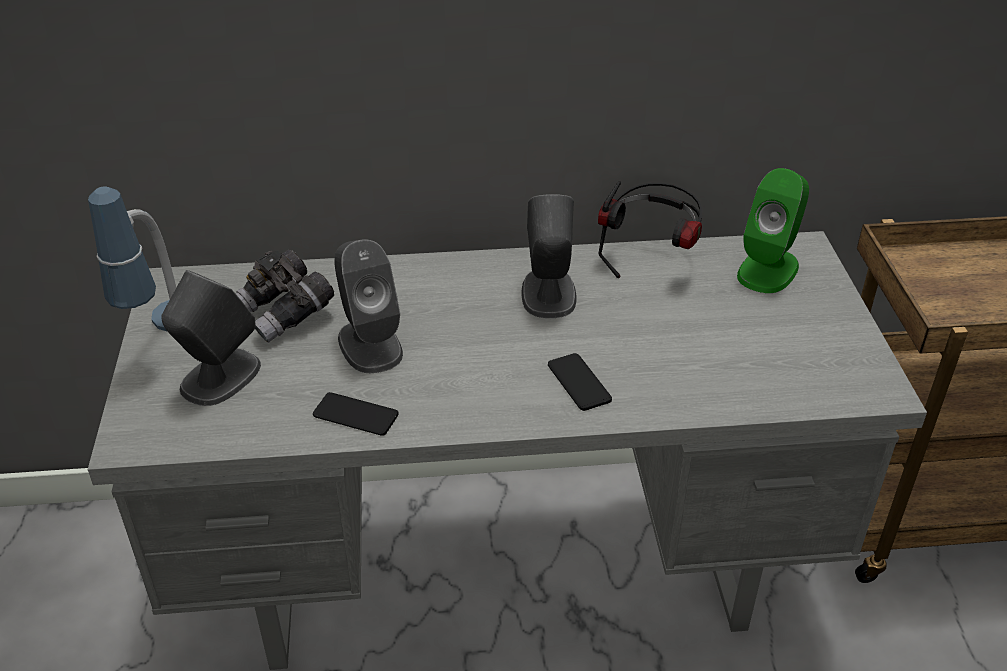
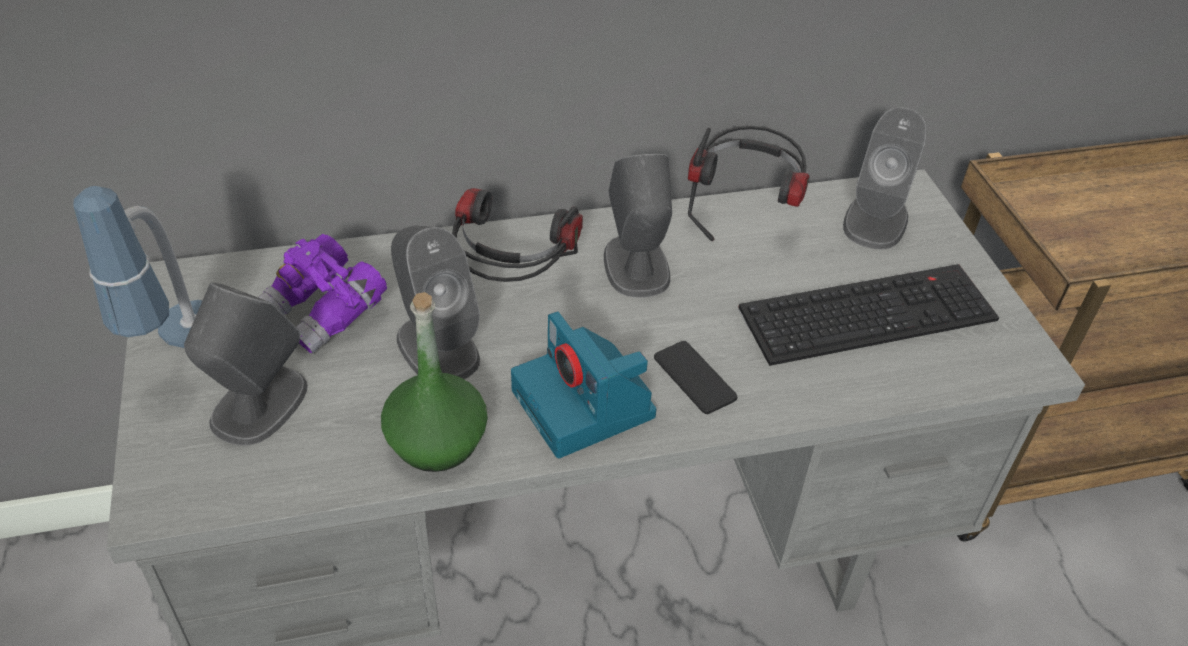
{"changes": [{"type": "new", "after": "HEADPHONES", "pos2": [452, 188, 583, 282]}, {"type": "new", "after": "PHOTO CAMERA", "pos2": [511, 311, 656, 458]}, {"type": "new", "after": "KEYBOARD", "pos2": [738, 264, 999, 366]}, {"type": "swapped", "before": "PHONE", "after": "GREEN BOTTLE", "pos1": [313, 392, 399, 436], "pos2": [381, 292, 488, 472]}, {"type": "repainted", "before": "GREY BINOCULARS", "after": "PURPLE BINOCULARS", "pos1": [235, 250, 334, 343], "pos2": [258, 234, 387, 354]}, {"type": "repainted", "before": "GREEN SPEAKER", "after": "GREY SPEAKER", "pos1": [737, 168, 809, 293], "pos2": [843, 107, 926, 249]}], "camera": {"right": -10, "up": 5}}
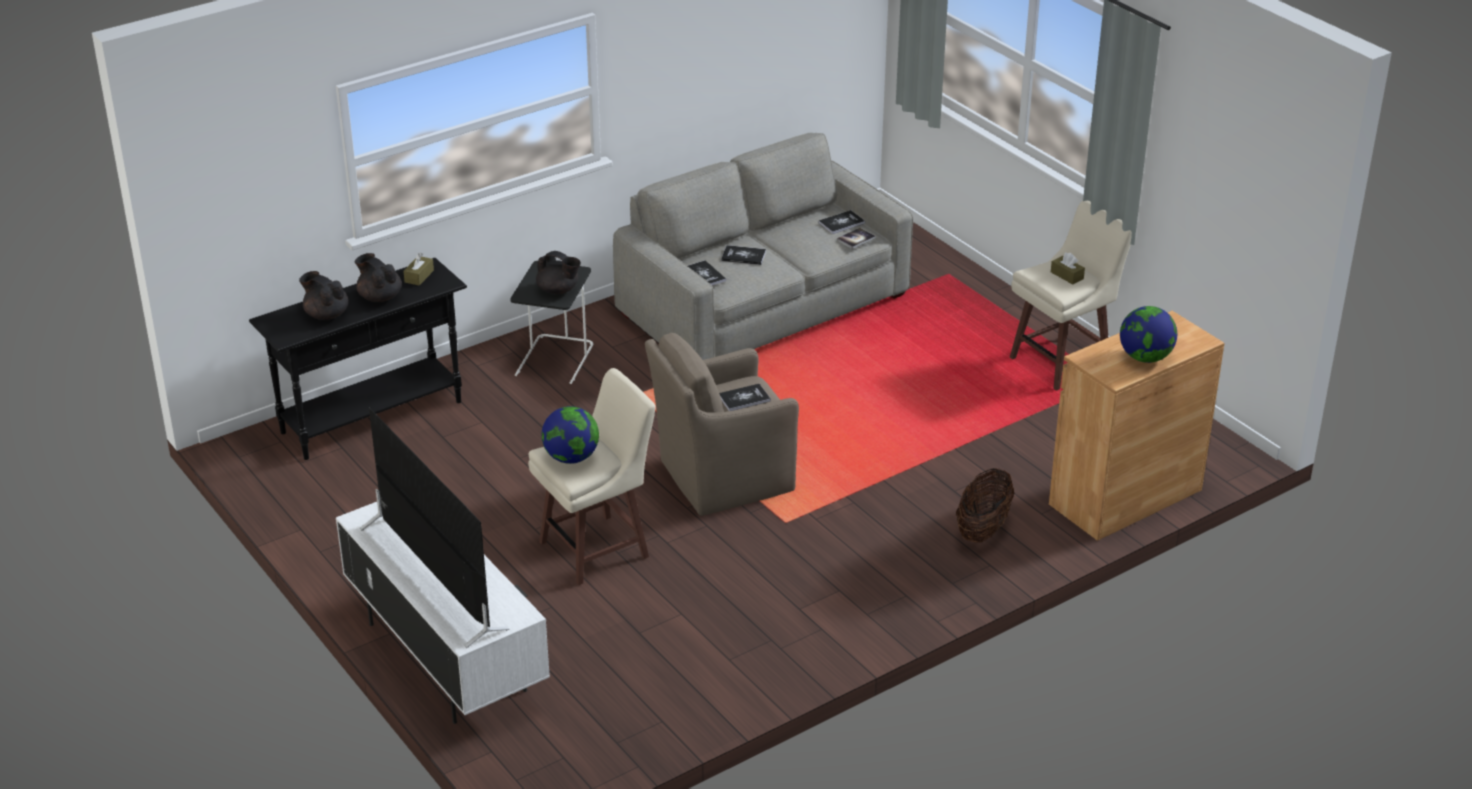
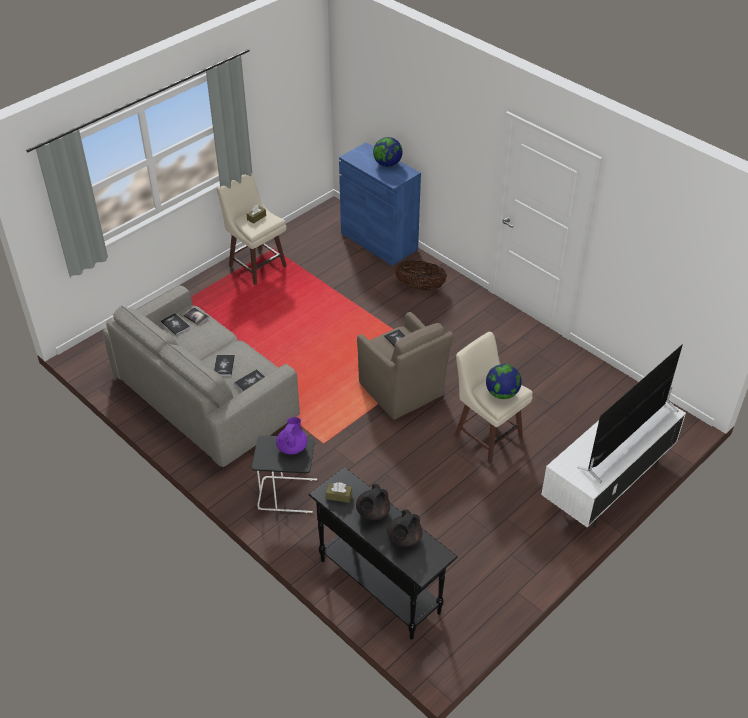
{"changes": [{"type": "repainted", "before": "BLACK TEAPOT", "after": "PURPLE TEAPOT", "pos1": [536, 251, 581, 295], "pos2": [276, 417, 307, 455]}, {"type": "repainted", "before": "BROWN CABINET", "after": "BLUE CABINET", "pos1": [1049, 311, 1225, 541], "pos2": [339, 142, 421, 266]}], "camera": {"right": -100, "up": 10}}
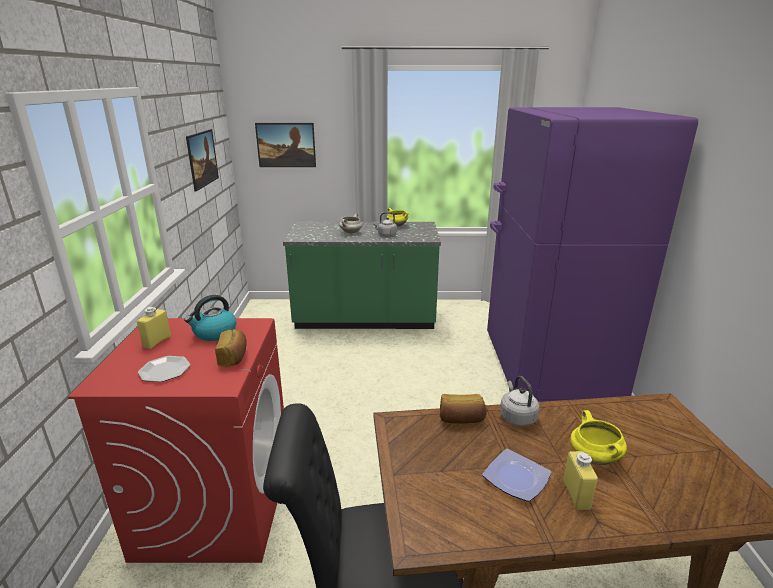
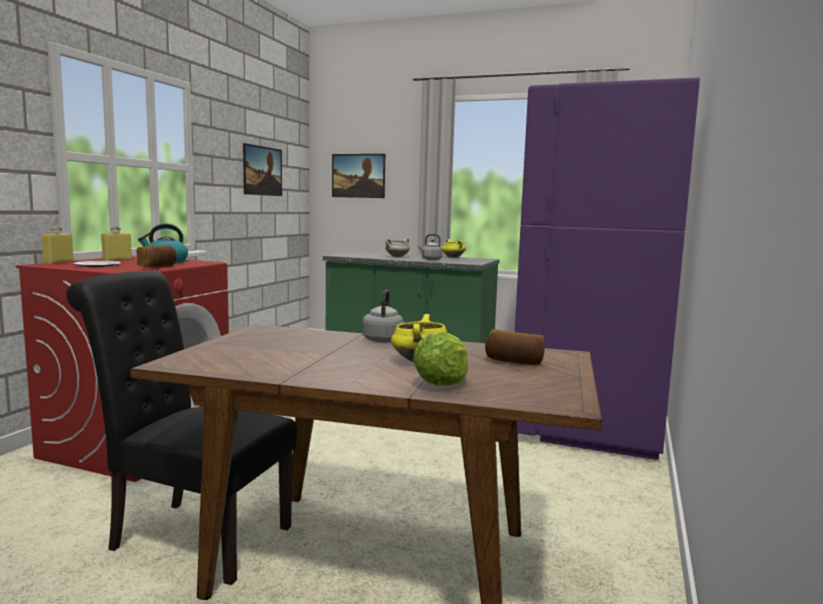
{"changes": [{"type": "gone", "before": "PLATE", "pos1": [482, 449, 552, 502]}, {"type": "new", "after": "LETTUCE", "pos2": [413, 332, 468, 385]}, {"type": "shifted", "before": "BREAD", "pos1": [440, 394, 487, 424], "pos2": [485, 329, 545, 365]}, {"type": "shifted", "before": "YELLOW BOTTLE", "pos1": [563, 451, 598, 510], "pos2": [41, 226, 74, 264]}], "camera": {"right": 20, "up": -15}}
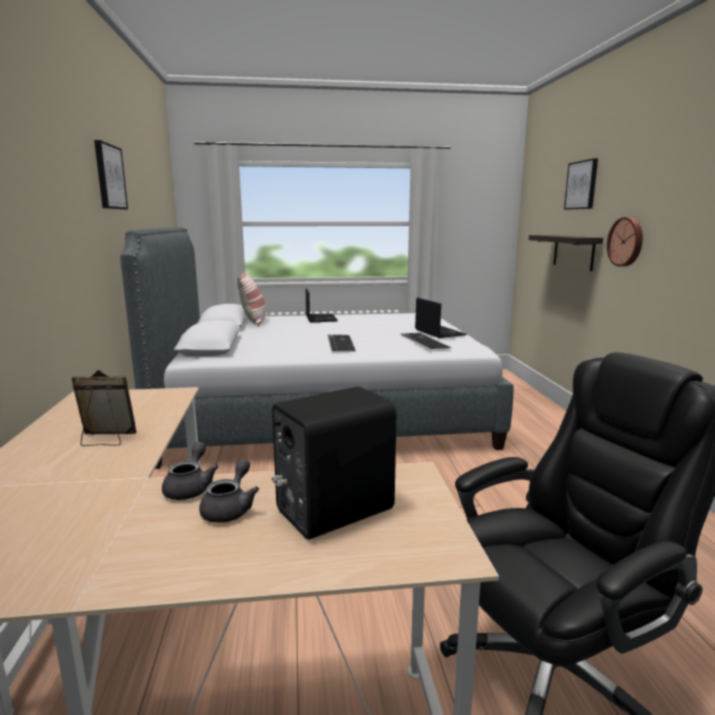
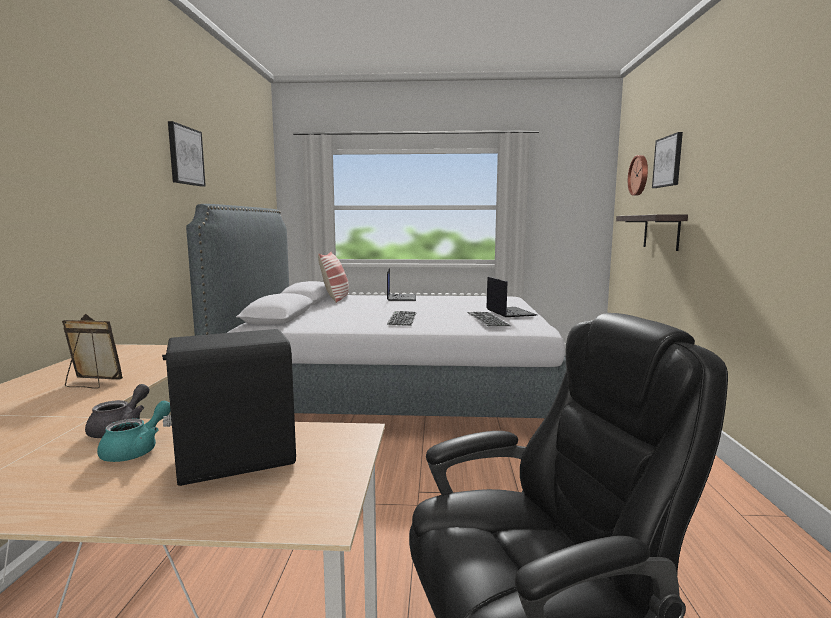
{"changes": [{"type": "shifted", "before": "WALL CLOCK", "pos1": [607, 217, 643, 267], "pos2": [628, 155, 648, 196]}, {"type": "repainted", "before": "GREY TEAPOT", "after": "TURQUOISE TEAPOT", "pos1": [199, 459, 259, 523], "pos2": [97, 401, 171, 462]}], "camera": {"right": 10, "up": -5}}
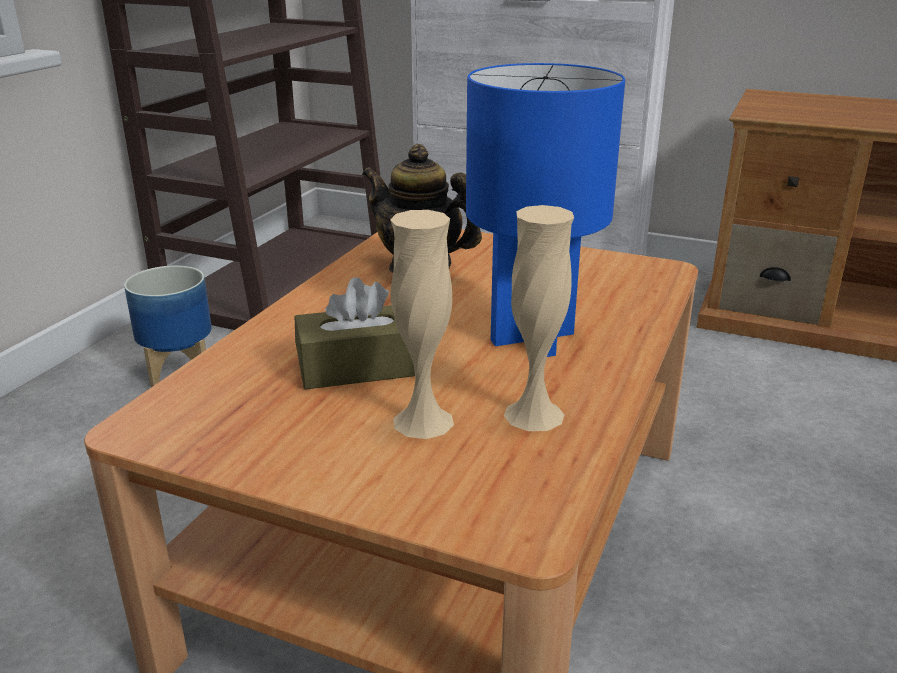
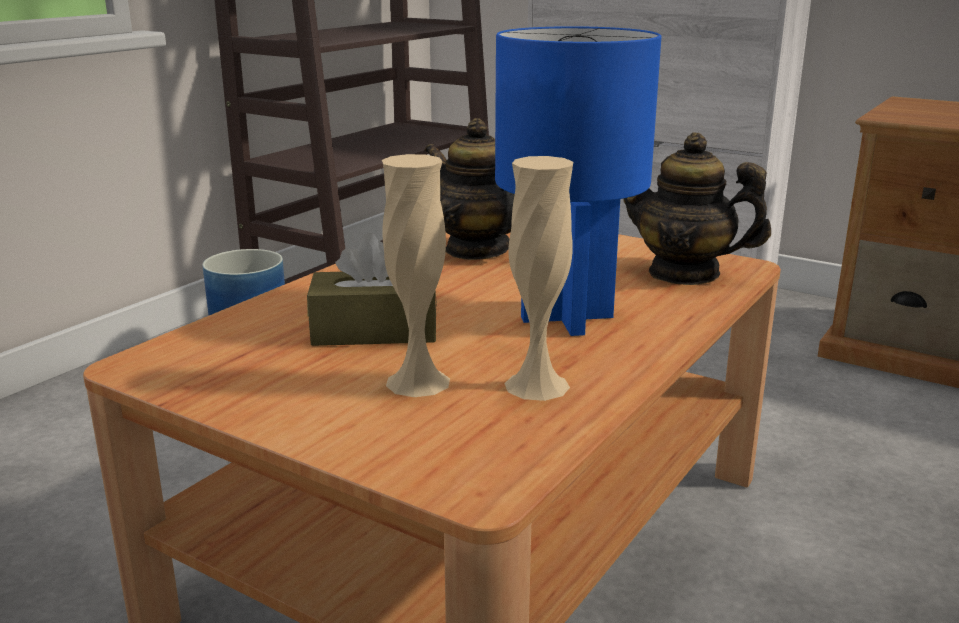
{"changes": [{"type": "new", "after": "TEAPOT", "pos2": [623, 133, 771, 285]}], "camera": {"right": 10, "up": -5}}
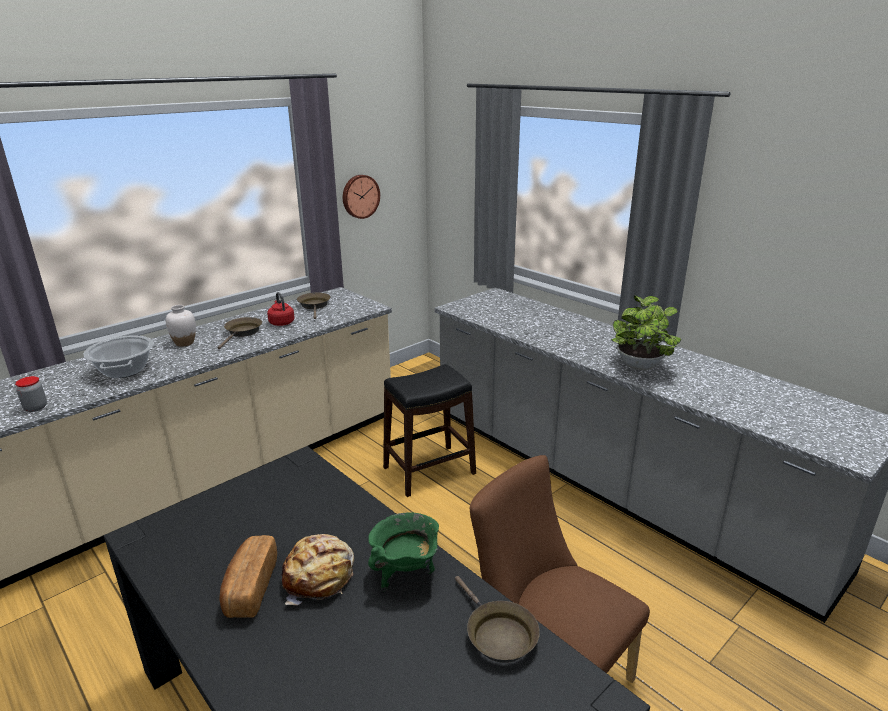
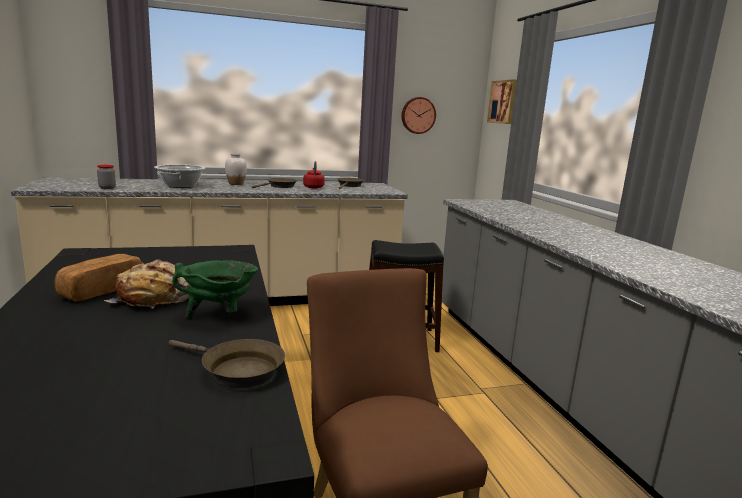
{"changes": [{"type": "gone", "before": "POTTED PLANT", "pos1": [611, 296, 681, 370]}, {"type": "new", "after": "PICTURE", "pos2": [487, 79, 517, 124]}, {"type": "rotated", "before": "BROWN FRYING PAN", "pos1": [455, 576, 540, 663], "pos2": [169, 339, 285, 388], "turn": -60}], "camera": {"right": 25, "up": -10}}
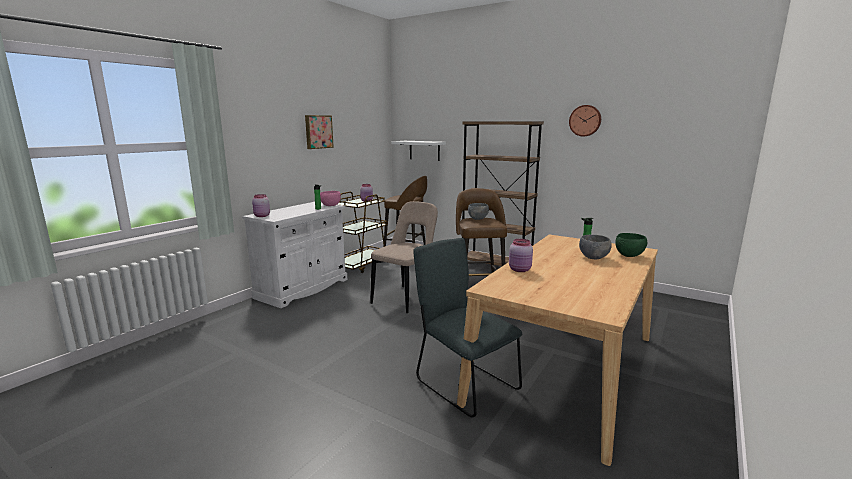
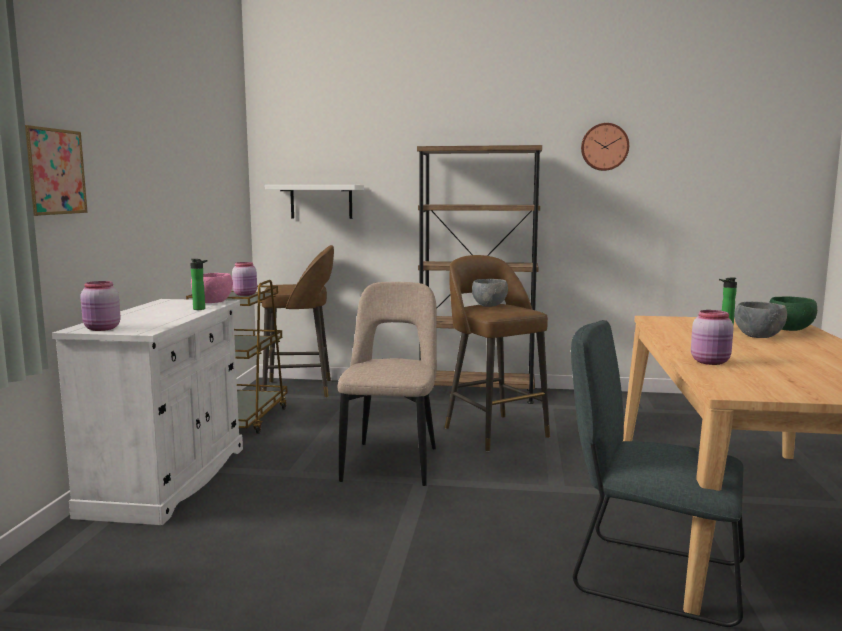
{"changes": [{"type": "shifted", "before": "PICTURE", "pos1": [305, 115, 334, 149], "pos2": [25, 125, 88, 216]}], "camera": {"right": -25, "up": -5}}
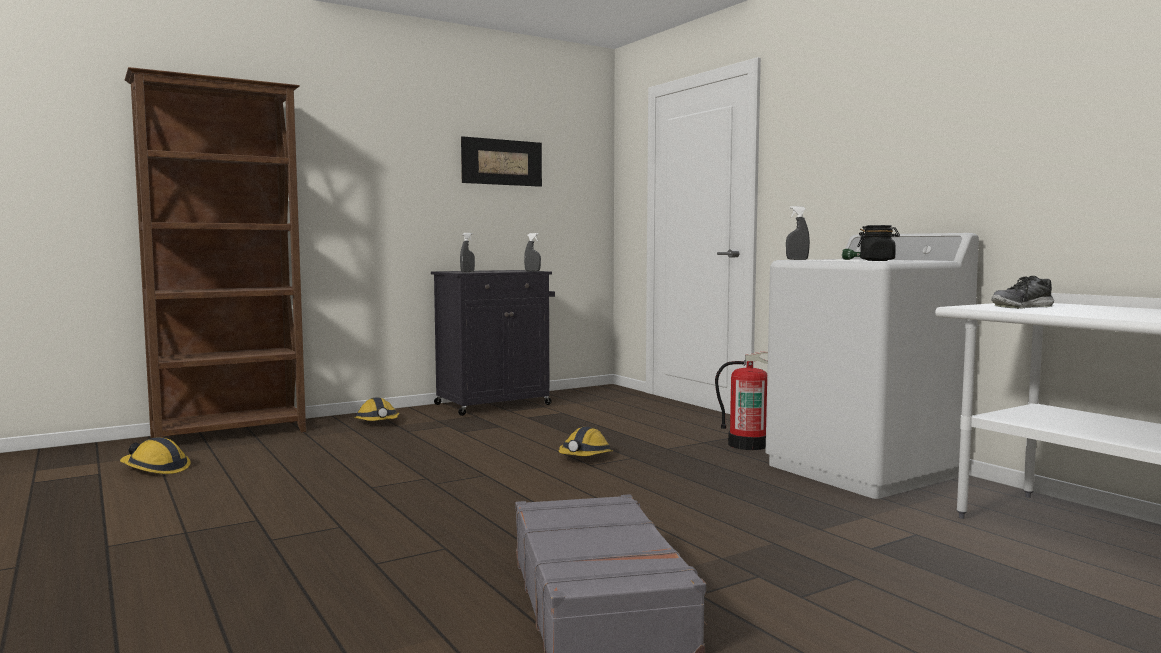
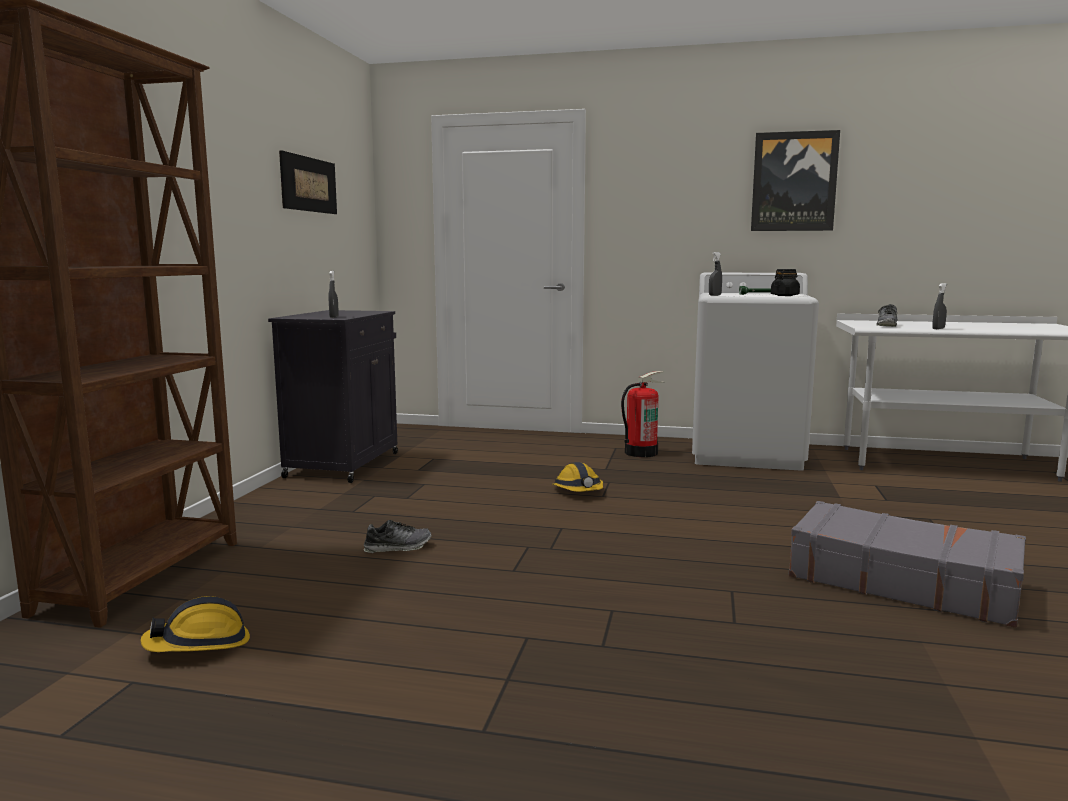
{"changes": [{"type": "gone", "before": "HARD HAT", "pos1": [354, 397, 399, 421]}, {"type": "new", "after": "SHOE", "pos2": [364, 520, 431, 553]}, {"type": "new", "after": "PICTURE", "pos2": [751, 130, 840, 231]}, {"type": "shifted", "before": "GREY SPRAY BOTTLE", "pos1": [524, 233, 541, 271], "pos2": [932, 283, 947, 329]}], "camera": {"right": -45, "up": 5}}
